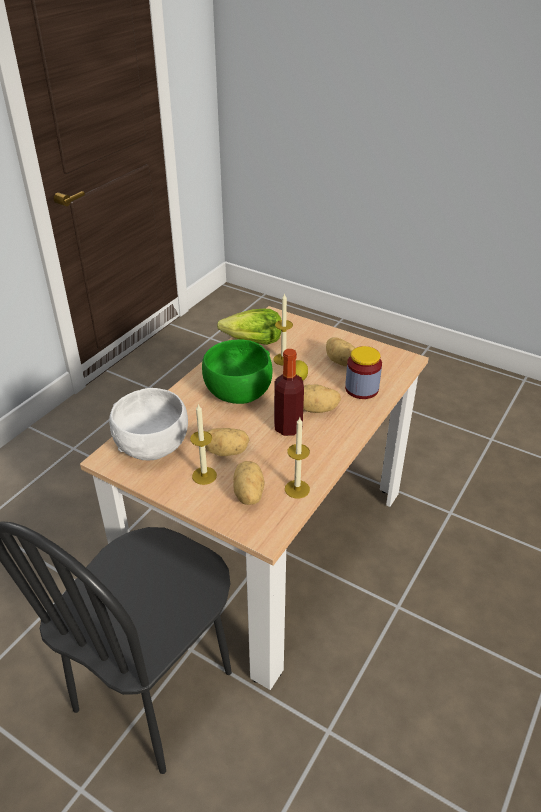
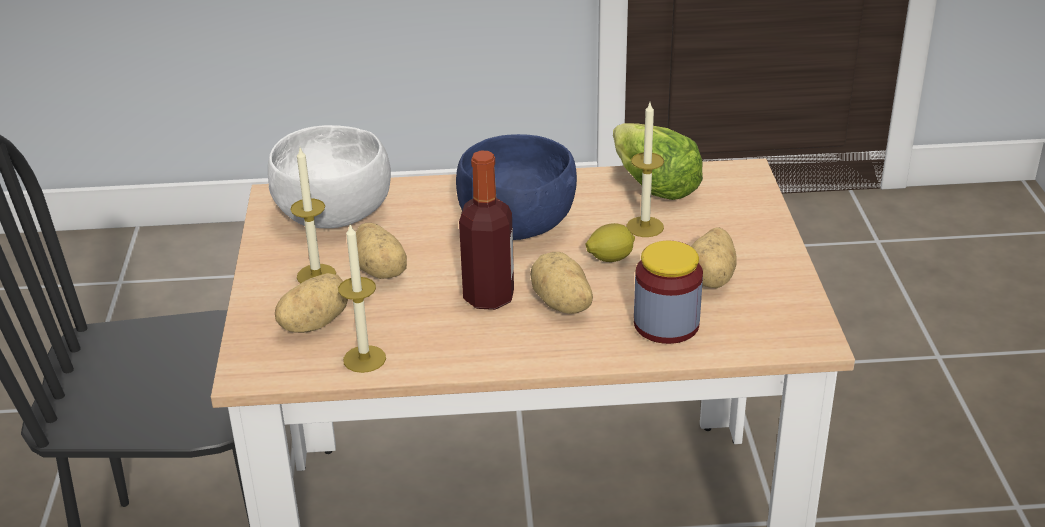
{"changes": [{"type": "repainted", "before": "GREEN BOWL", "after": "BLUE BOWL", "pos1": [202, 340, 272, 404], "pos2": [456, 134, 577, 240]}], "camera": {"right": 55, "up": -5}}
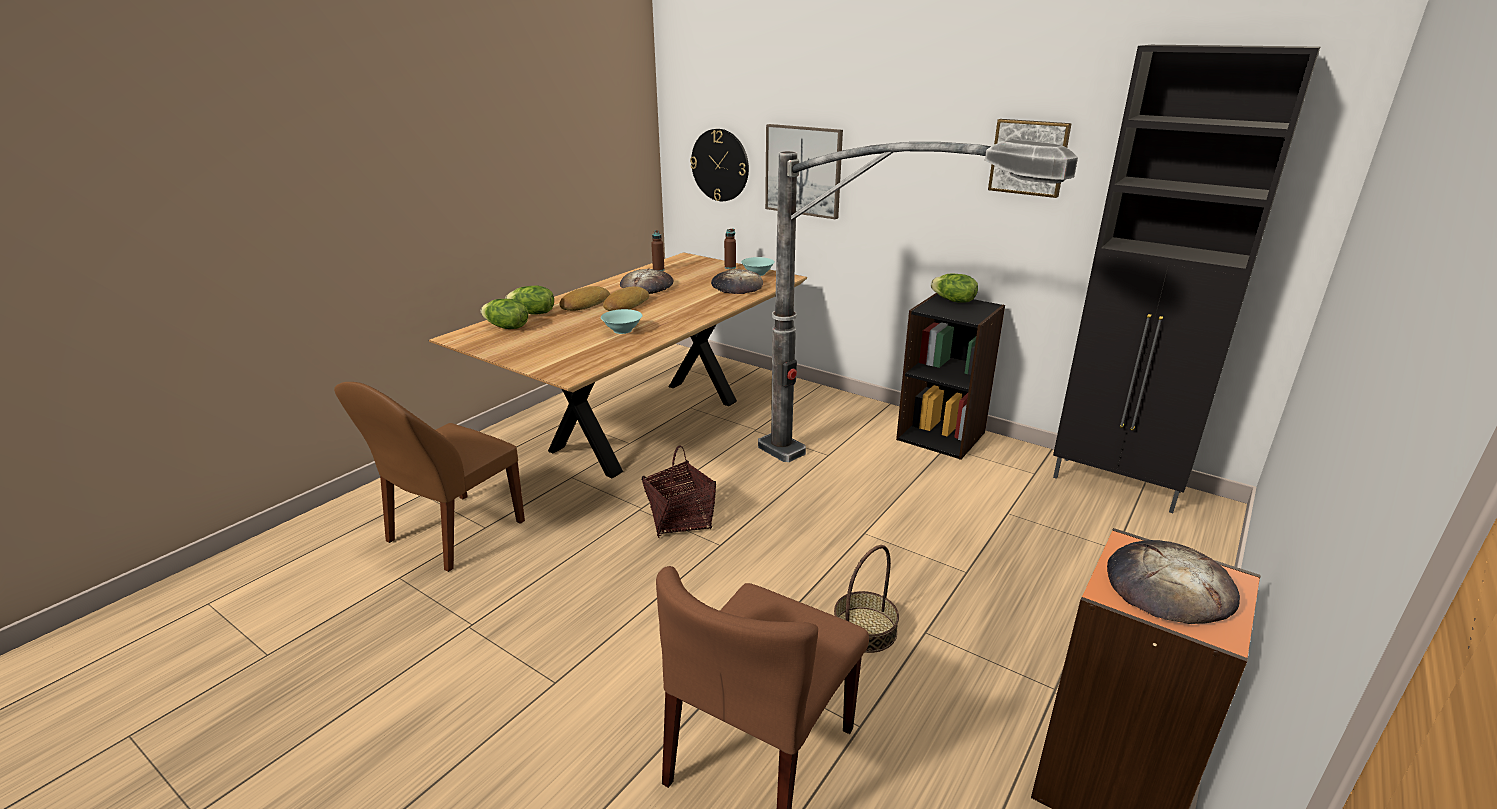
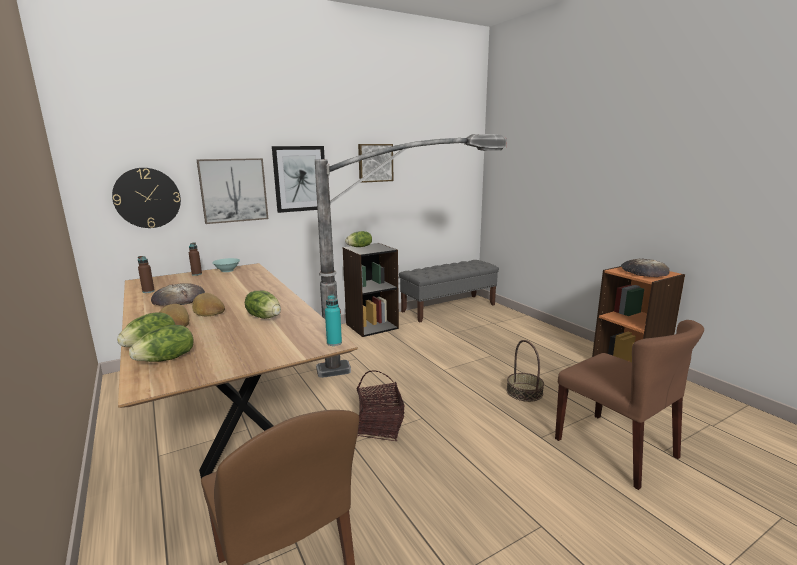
{"changes": [{"type": "gone", "before": "BREAD", "pos1": [711, 269, 763, 294]}, {"type": "new", "after": "PICTURE", "pos2": [272, 146, 325, 213]}, {"type": "new", "after": "TURQUOISE BOTTLE", "pos2": [325, 295, 342, 346]}, {"type": "swapped", "before": "TURQUOISE BOWL", "after": "LETTUCE", "pos1": [601, 309, 643, 334], "pos2": [245, 290, 281, 319]}, {"type": "swapped", "before": "BLACK CABINET", "after": "GREY BENCH", "pos1": [1053, 45, 1320, 513], "pos2": [399, 260, 499, 323]}], "camera": {"right": -65, "up": -10}}
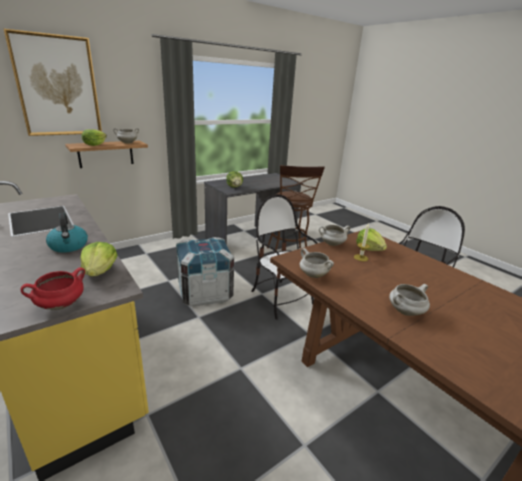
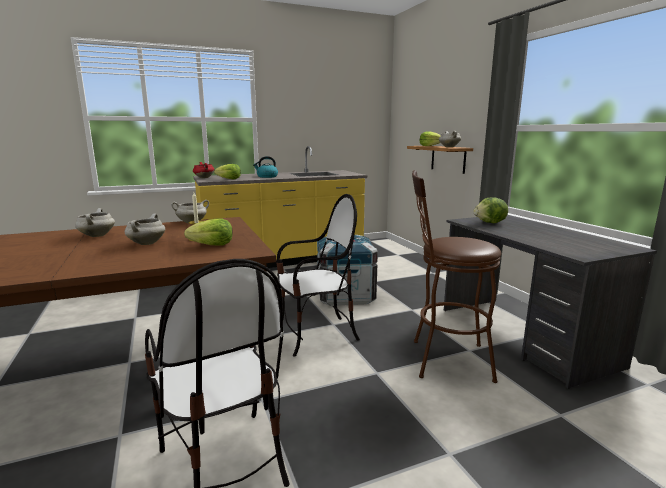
{"changes": [{"type": "gone", "before": "PICTURE", "pos1": [4, 29, 102, 136]}, {"type": "shifted", "before": "WHITE COOKING POT", "pos1": [319, 225, 350, 246], "pos2": [125, 214, 165, 245]}], "camera": {"right": 105, "up": -10}}
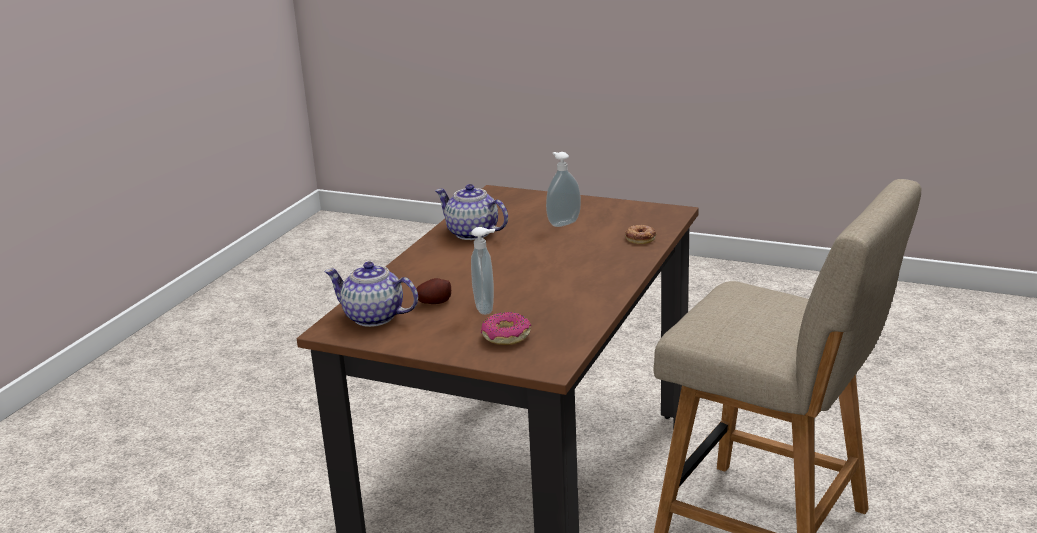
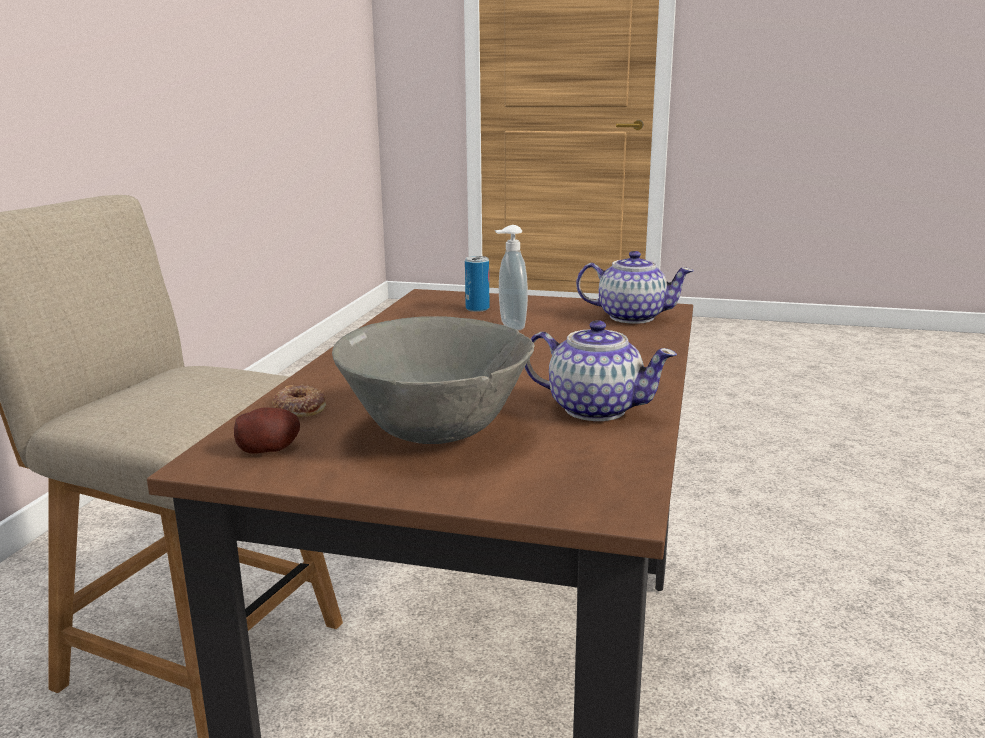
{"changes": [{"type": "shifted", "before": "POTATO", "pos1": [416, 278, 451, 304], "pos2": [234, 407, 300, 454]}, {"type": "swapped", "before": "DONUT", "after": "CAN", "pos1": [481, 312, 531, 345], "pos2": [465, 256, 489, 312]}, {"type": "swapped", "before": "SOAP DISPENSER", "after": "GREY BOWL", "pos1": [546, 152, 581, 227], "pos2": [332, 316, 535, 444]}], "camera": {"right": 170, "up": -5}}
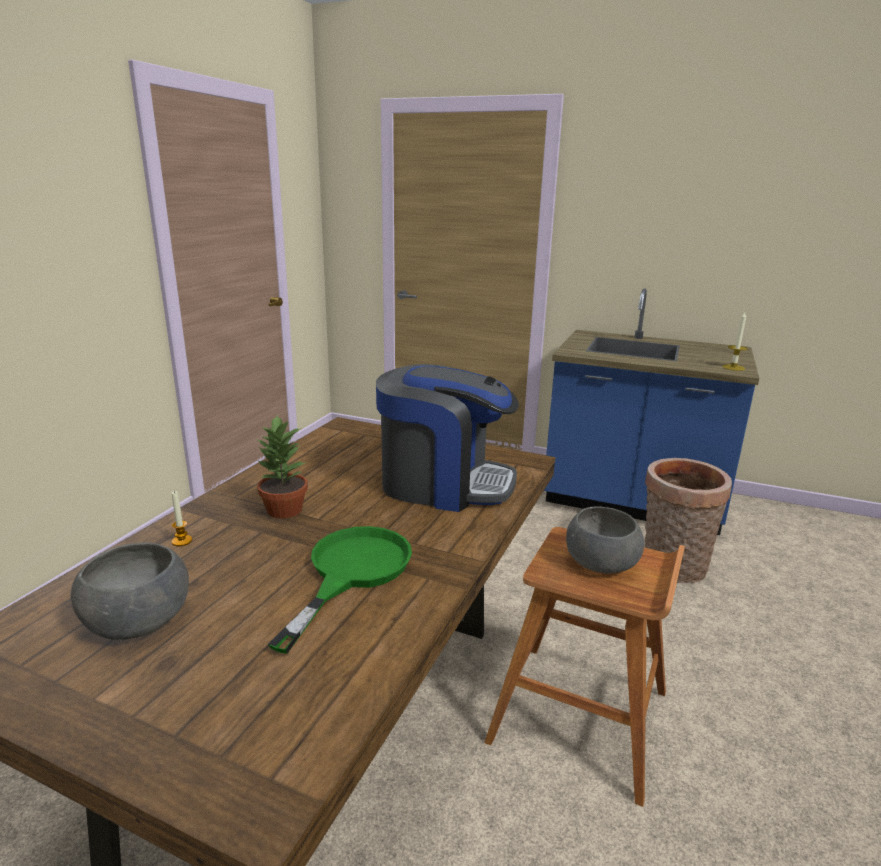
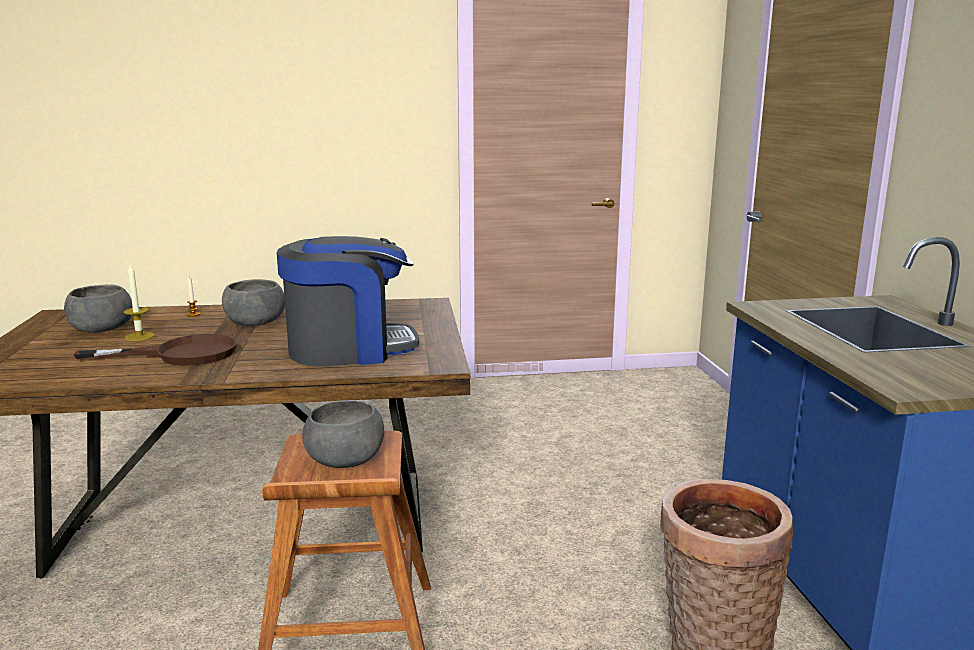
{"changes": [{"type": "shifted", "before": "CANDLE", "pos1": [722, 312, 747, 371], "pos2": [123, 265, 155, 341]}, {"type": "swapped", "before": "POTTED PLANT", "after": "GREY BOWL", "pos1": [257, 415, 308, 518], "pos2": [222, 279, 285, 326]}, {"type": "repainted", "before": "GREEN FRYING PAN", "after": "BROWN FRYING PAN", "pos1": [268, 526, 412, 654], "pos2": [74, 334, 237, 365]}, {"type": "rotated", "before": "COFFEE MACHINE", "pos1": [376, 364, 519, 512], "pos2": [277, 236, 419, 366], "turn": -90}], "camera": {"right": 60, "up": -5}}
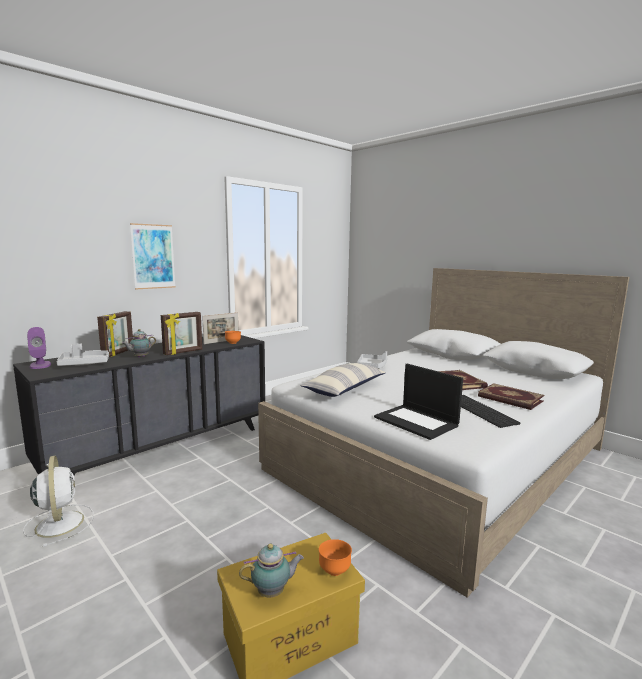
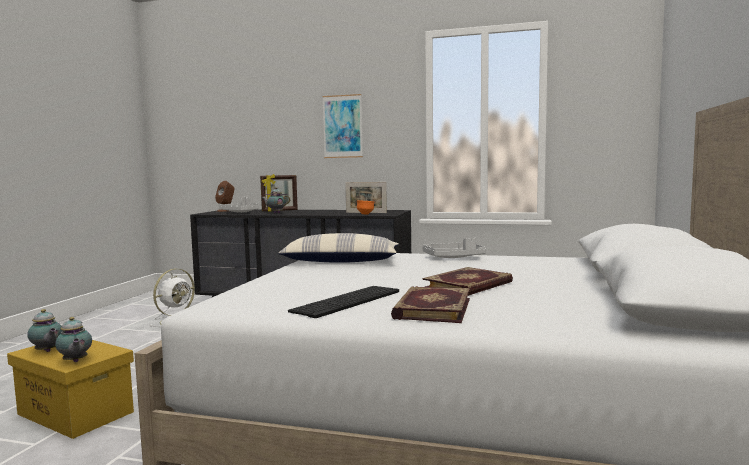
{"changes": [{"type": "gone", "before": "PICTURE FRAME", "pos1": [161, 312, 202, 355]}, {"type": "gone", "before": "LAPTOP", "pos1": [374, 364, 463, 440]}, {"type": "swapped", "before": "ORANGE BOWL", "after": "TEAPOT", "pos1": [319, 539, 352, 576], "pos2": [55, 317, 92, 362]}, {"type": "repainted", "before": "PURPLE SPEAKER", "after": "BROWN SPEAKER", "pos1": [27, 327, 51, 369], "pos2": [215, 181, 234, 212]}], "camera": {"right": 60, "up": -5}}
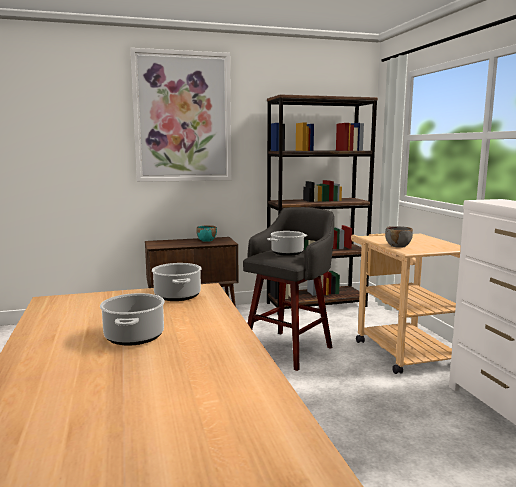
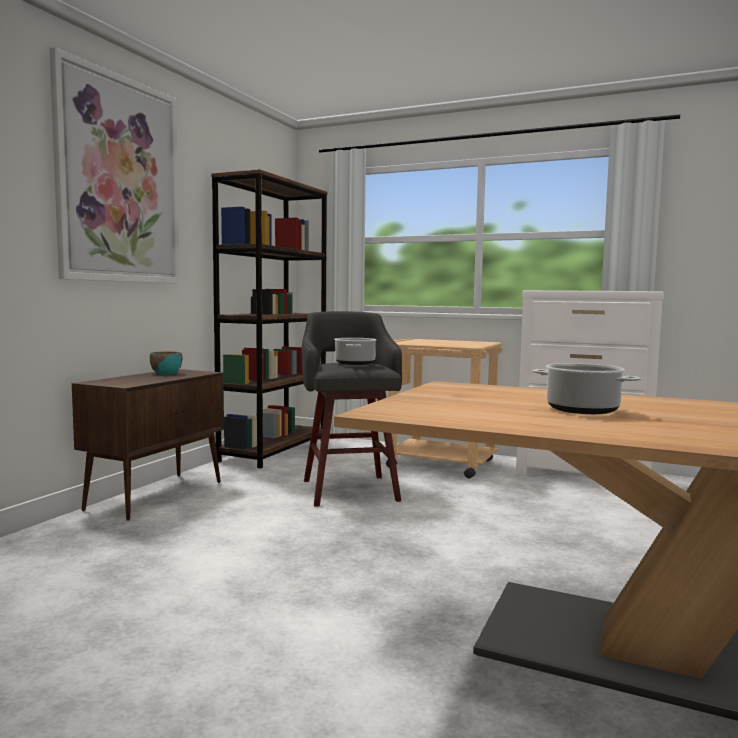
{"changes": [{"type": "gone", "before": "COOKING POT", "pos1": [152, 263, 202, 301]}, {"type": "gone", "before": "GREY BOWL", "pos1": [385, 226, 413, 248]}], "camera": {"right": -50, "up": -5}}
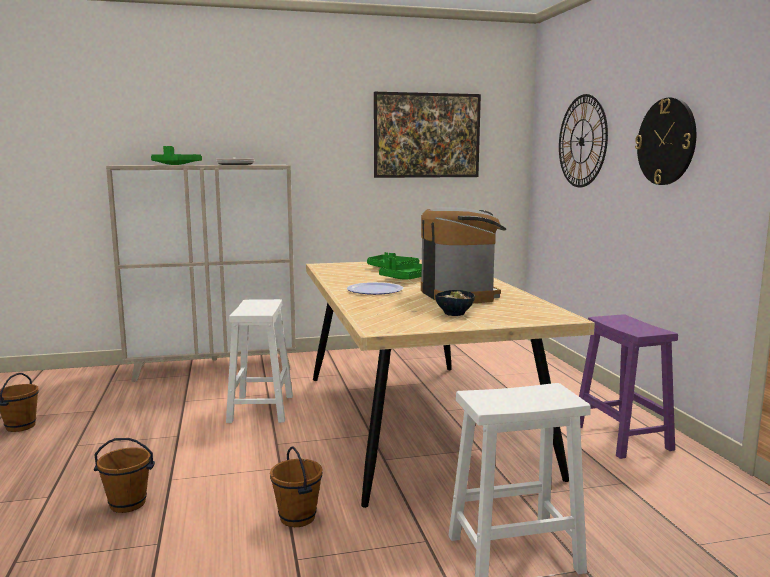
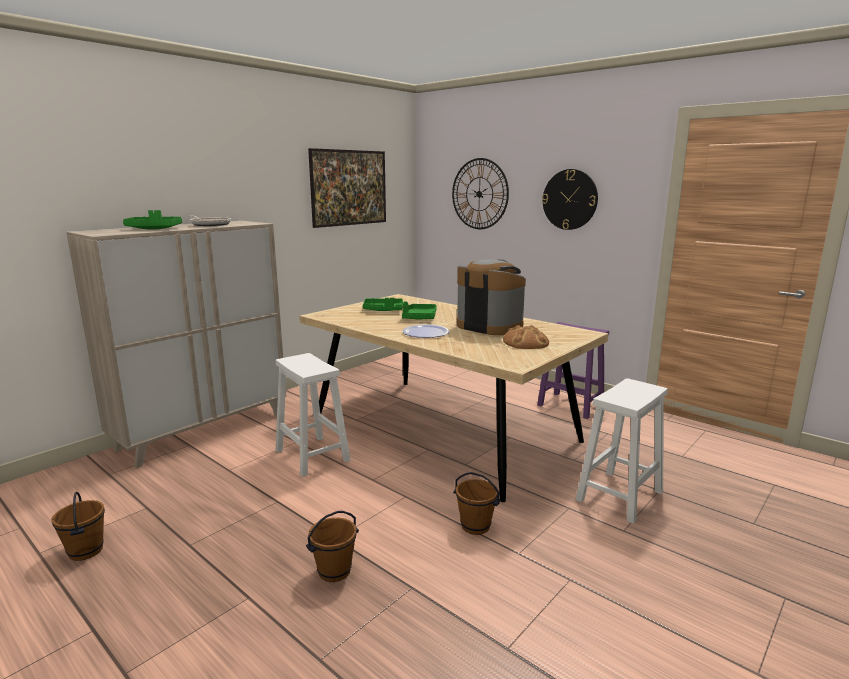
{"changes": [{"type": "swapped", "before": "BOWL", "after": "BREAD", "pos1": [435, 290, 475, 316], "pos2": [503, 325, 549, 349]}], "camera": {"right": -35, "up": 5}}
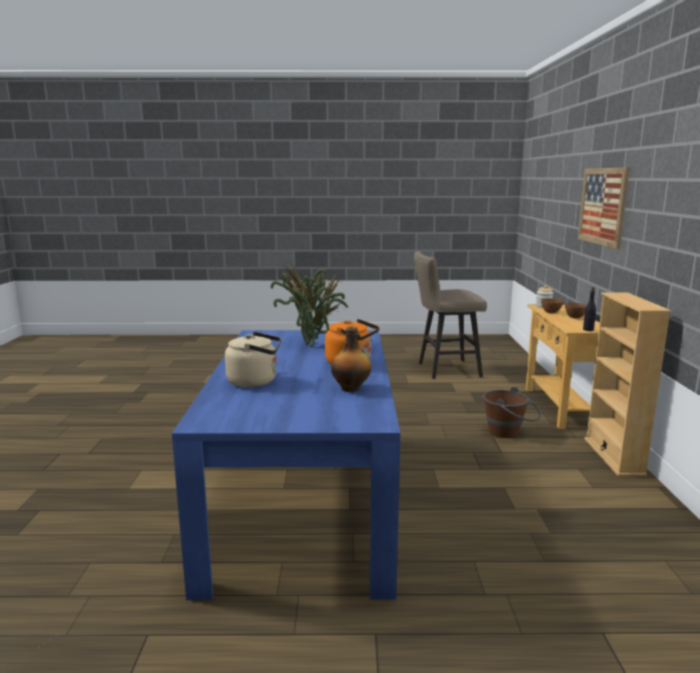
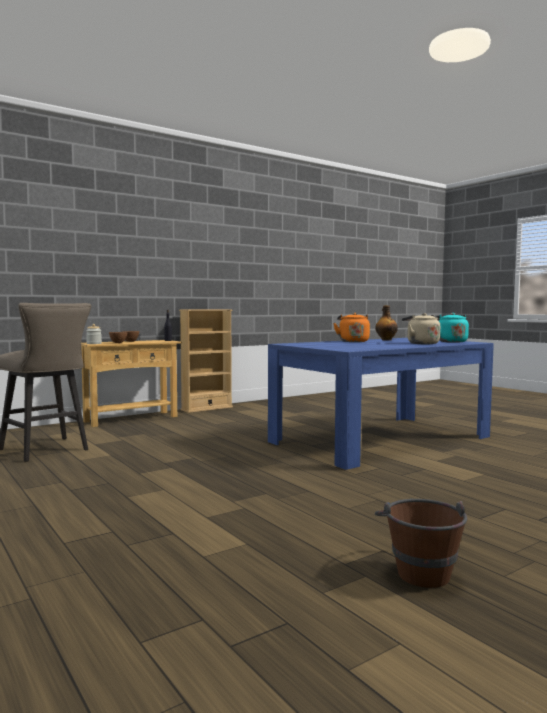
{"changes": [{"type": "gone", "before": "POTTED PLANT", "pos1": [271, 265, 348, 347]}, {"type": "gone", "before": "PICTURE", "pos1": [578, 167, 630, 249]}, {"type": "new", "after": "TURQUOISE KETTLE", "pos2": [436, 313, 469, 343]}, {"type": "shifted", "before": "BROWN BUCKET", "pos1": [483, 387, 541, 438], "pos2": [375, 499, 467, 588]}], "camera": {"right": -125, "up": -10}}
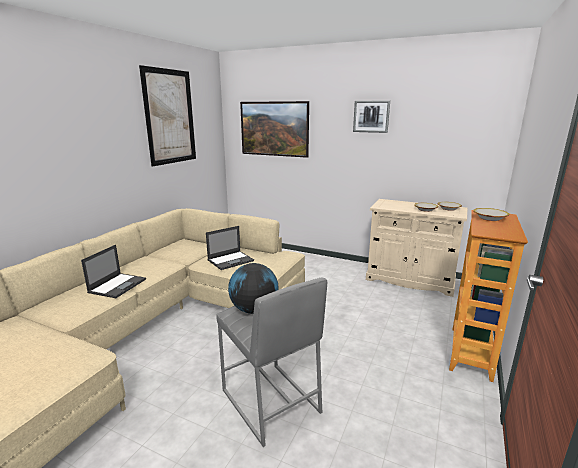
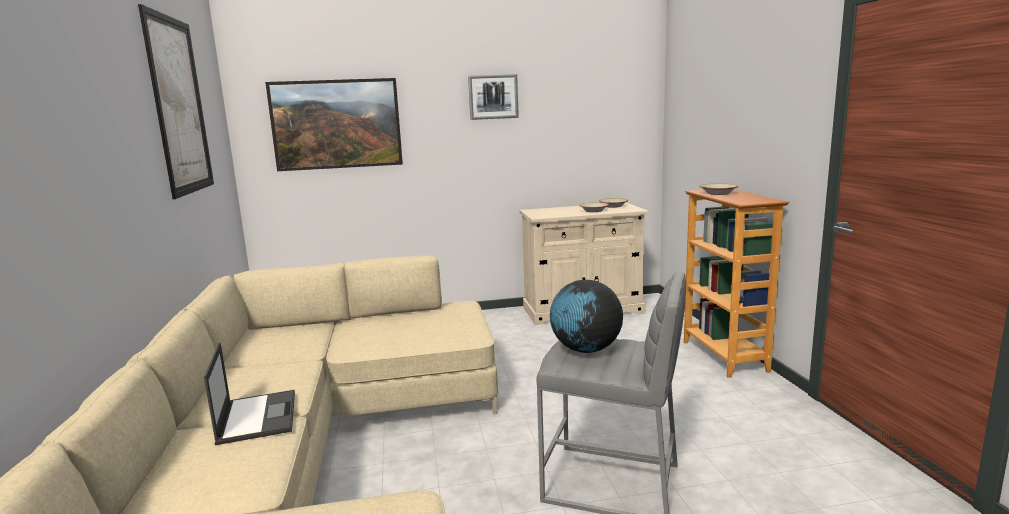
{"changes": [{"type": "gone", "before": "LAPTOP", "pos1": [206, 226, 254, 270]}], "camera": {"right": -35, "up": -5}}
